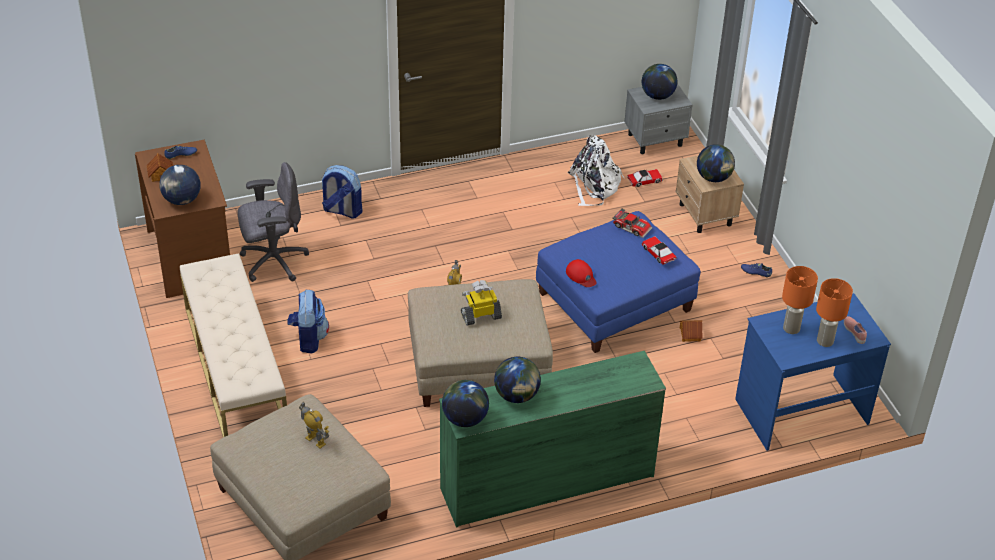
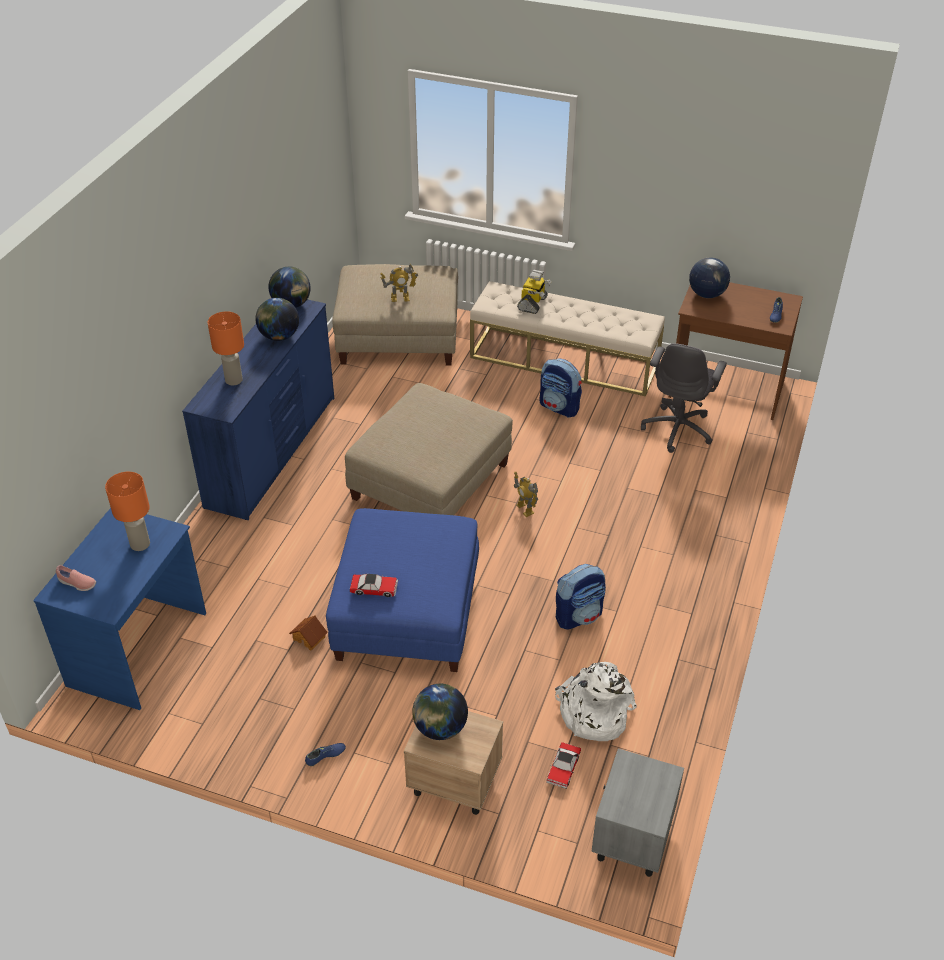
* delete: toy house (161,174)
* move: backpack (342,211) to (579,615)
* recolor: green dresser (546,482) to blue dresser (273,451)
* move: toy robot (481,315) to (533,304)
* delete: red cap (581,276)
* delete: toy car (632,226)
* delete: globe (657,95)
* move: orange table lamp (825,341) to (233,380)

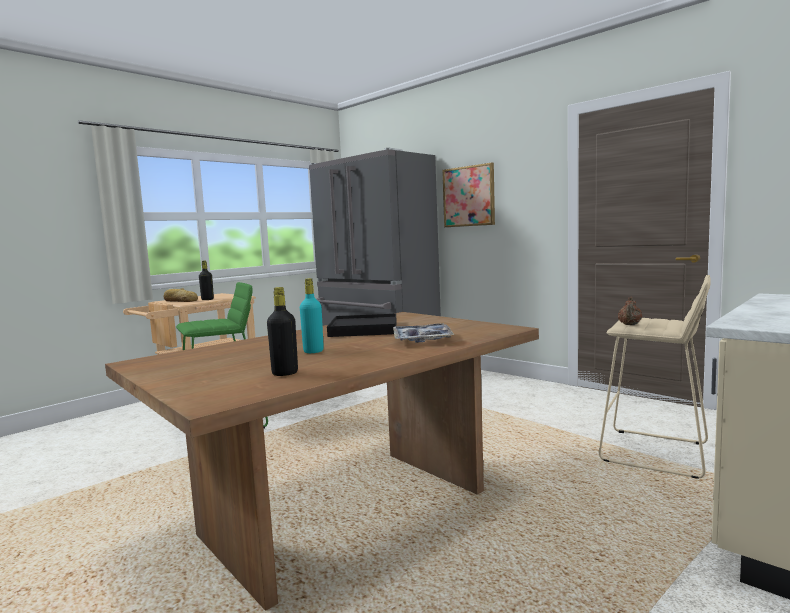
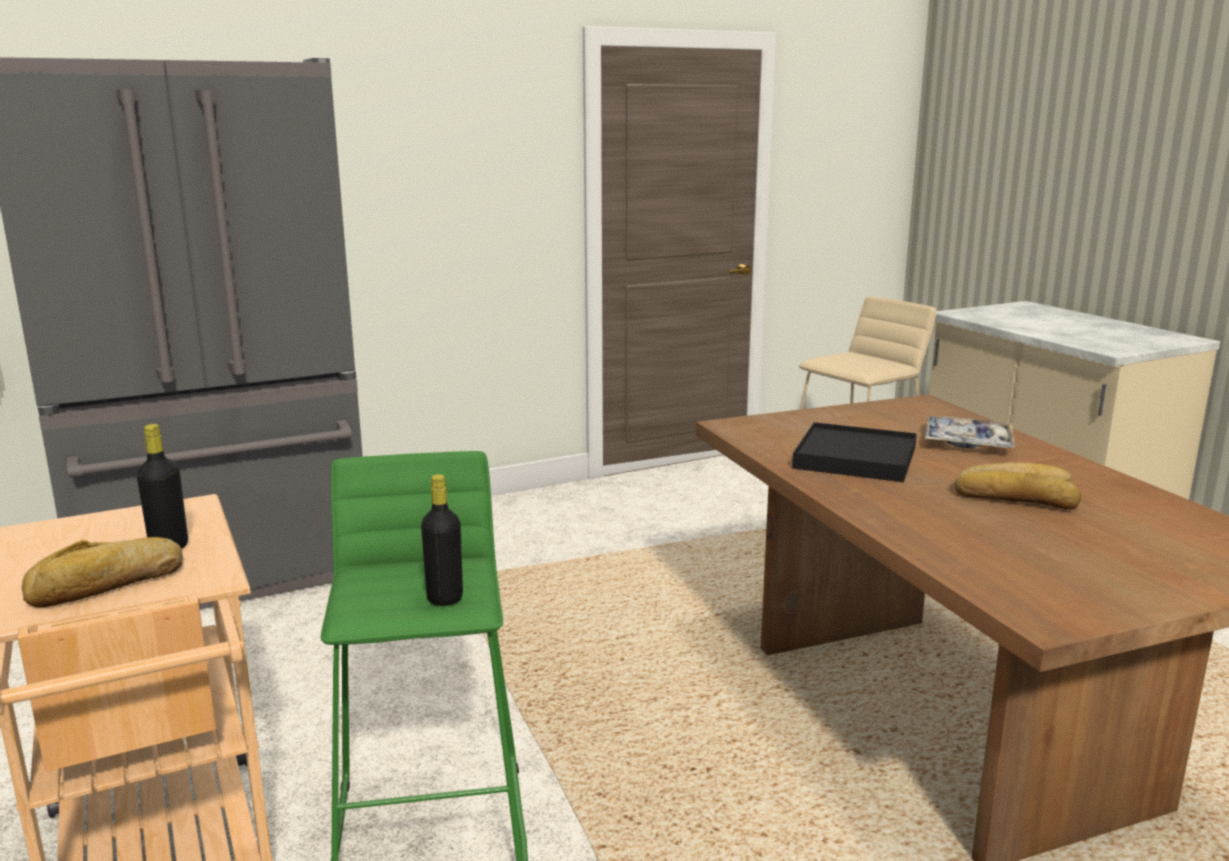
* move: black bottle (285,373) to (445,598)
* replace: turquoise bottle (313,351) to bread (1015,498)
* delete: picture (469,196)
* delete: brown teapot (629,325)

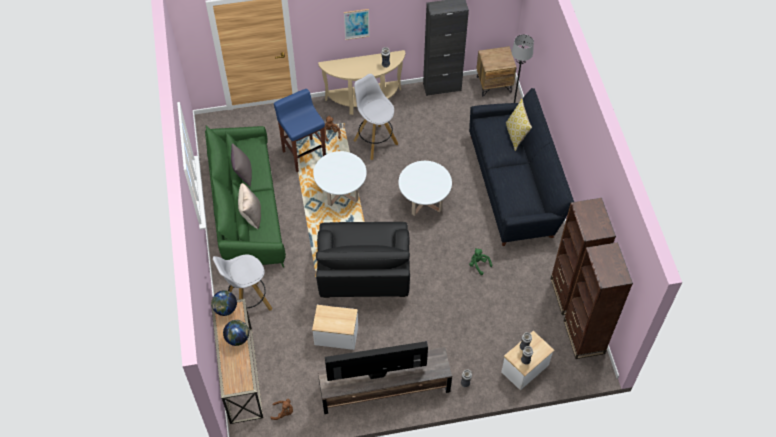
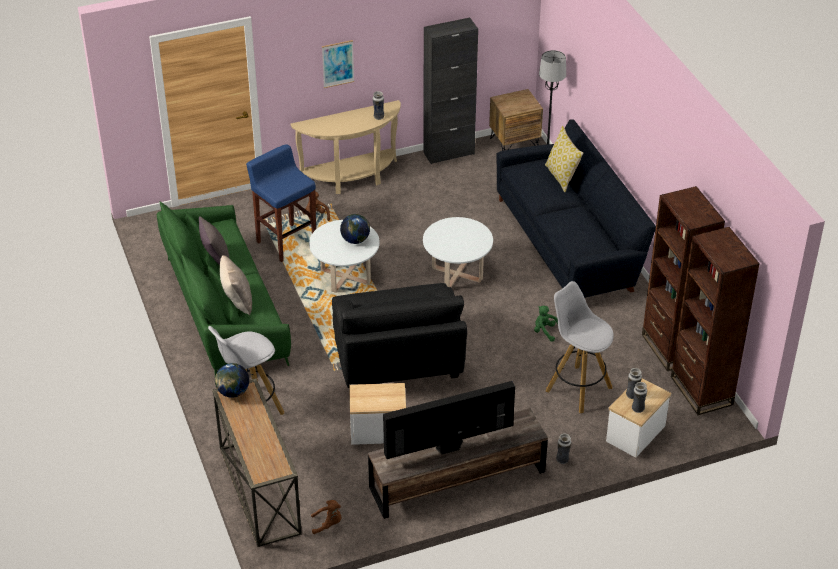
* move: globe (237,338) to (355,240)
* move: white stool (375,141) to (577,388)

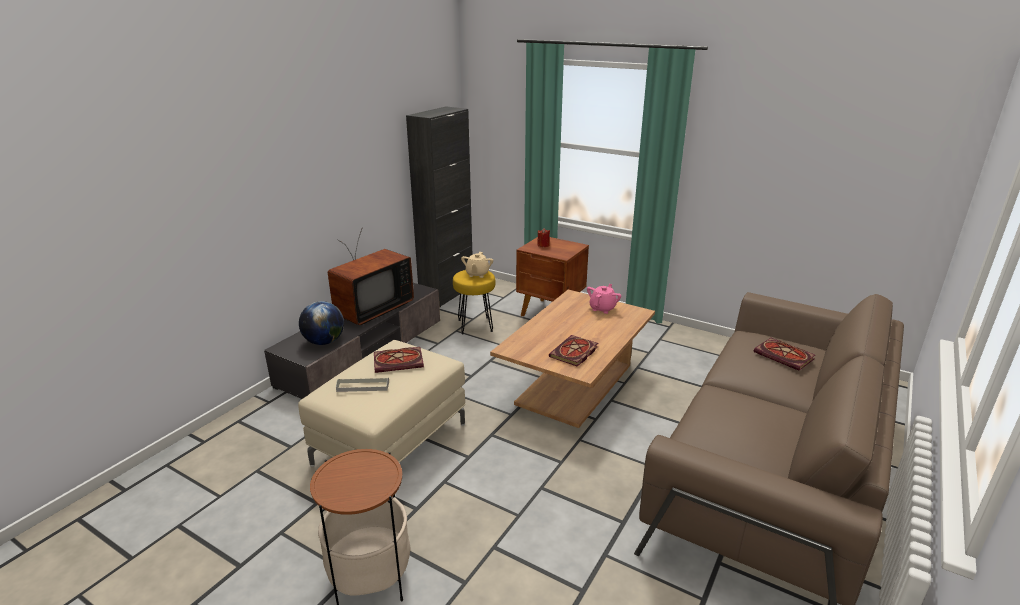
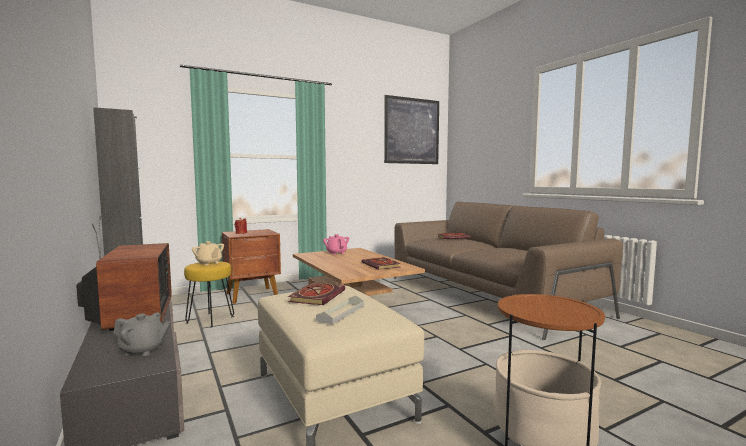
* replace: globe (324,342) to grey teapot (143,350)
* insert: picture (412,131)

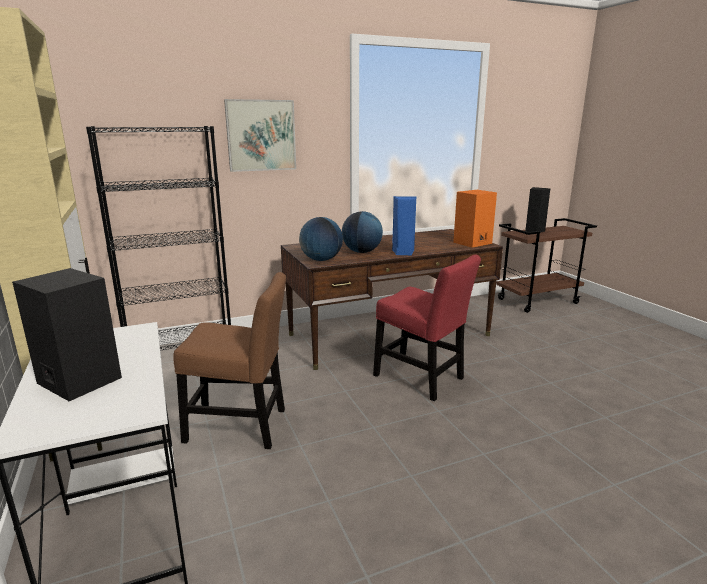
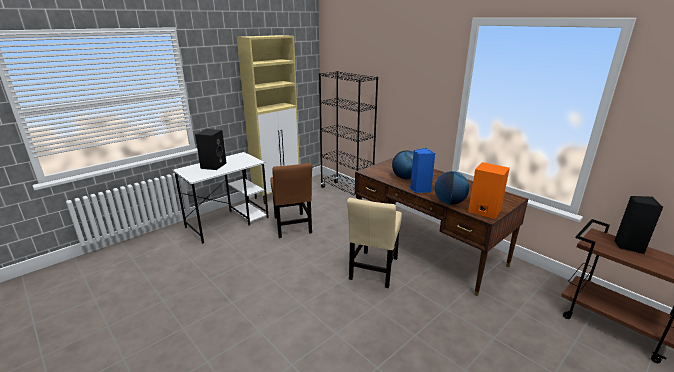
* delete: picture (261,135)
* move: globe (321,260) to (449,202)
* recolor: red chair (421,379) to beige chair (373,270)

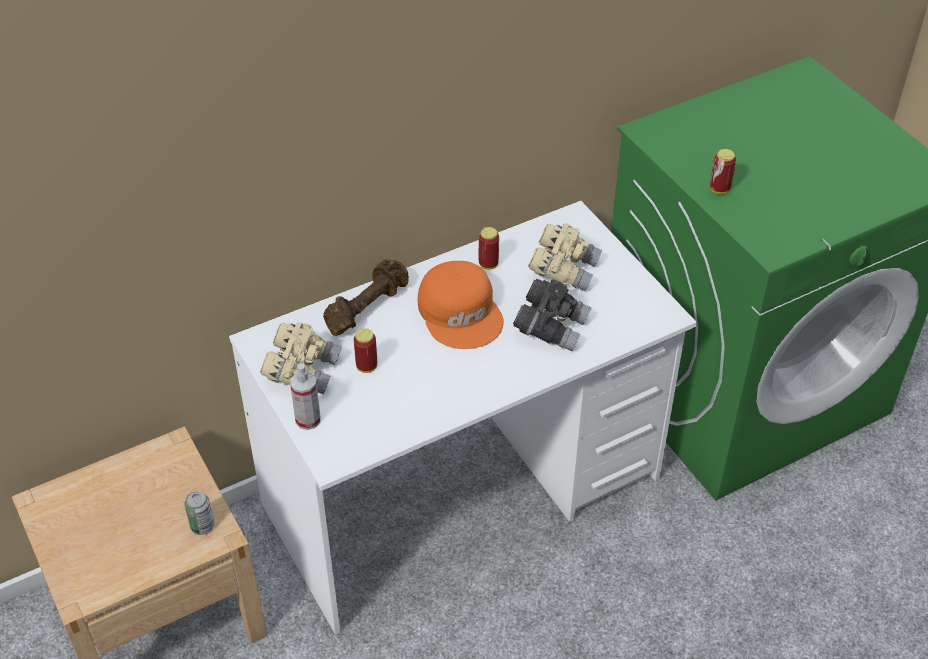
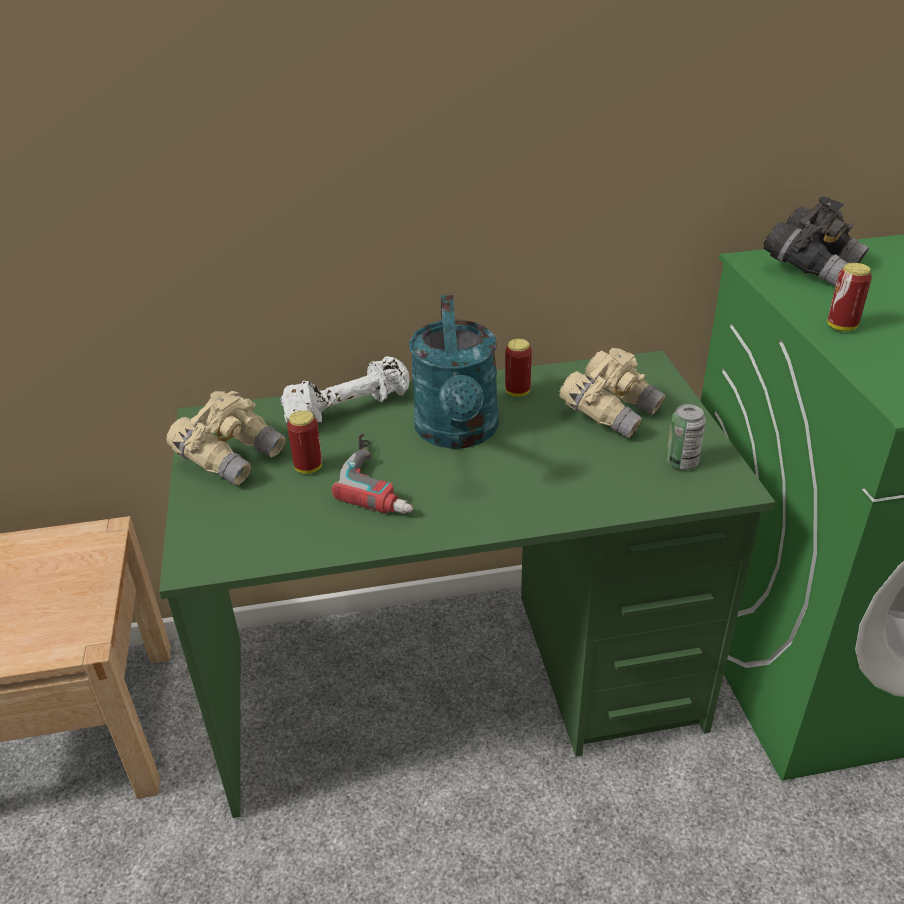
* move: can (202,526) to (681,462)
* recolor: white desk (463,493) to green desk (459,687)
* delete: spray bottle (308,420)
* recolor: brown dumbbell (366,308) to white dumbbell (347,409)
* replace: orange cap (461,312) to turquoise watering can (458,433)
* move: grey binoculars (551,327) to (811,267)
* insert: power drill (384,480)

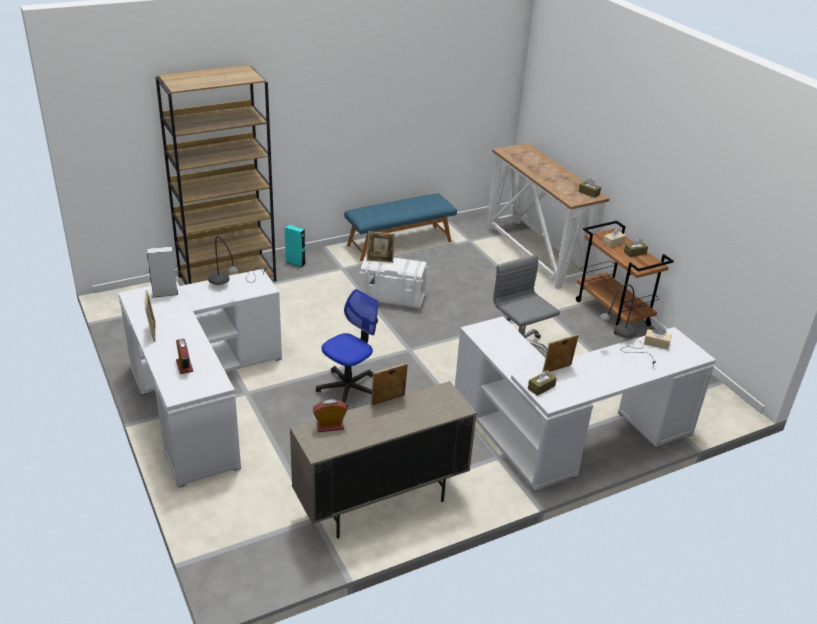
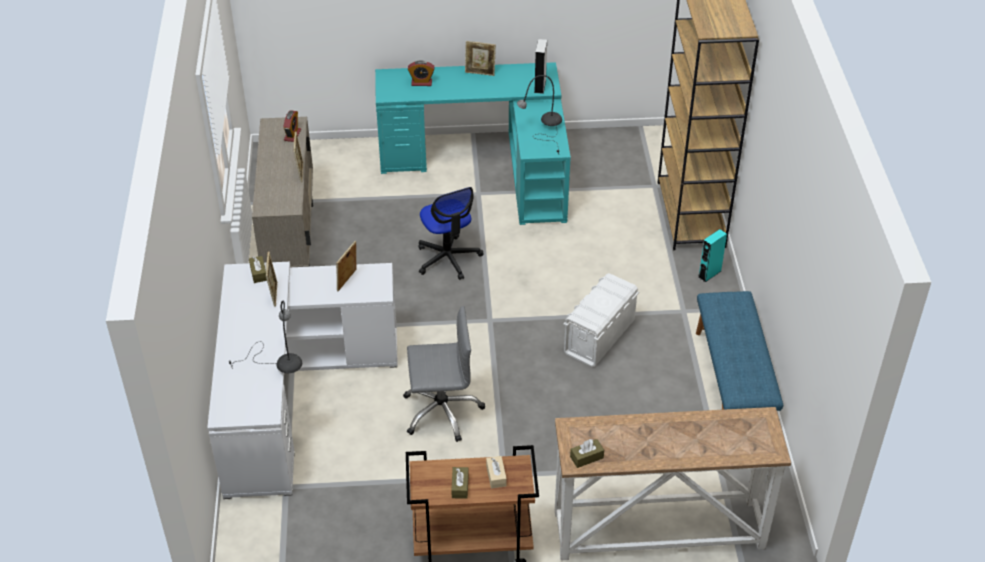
* recolor: white desk (198,396) to turquoise desk (489,165)
* move: picture frame (380,260) to (347,281)
* delete: beige tissue box (656,343)

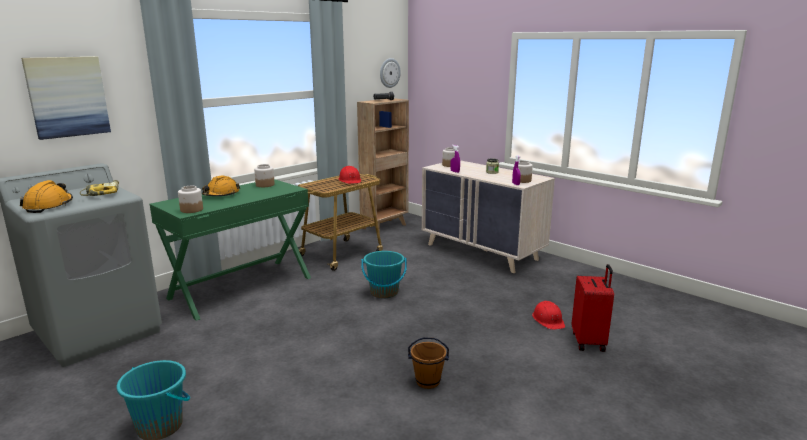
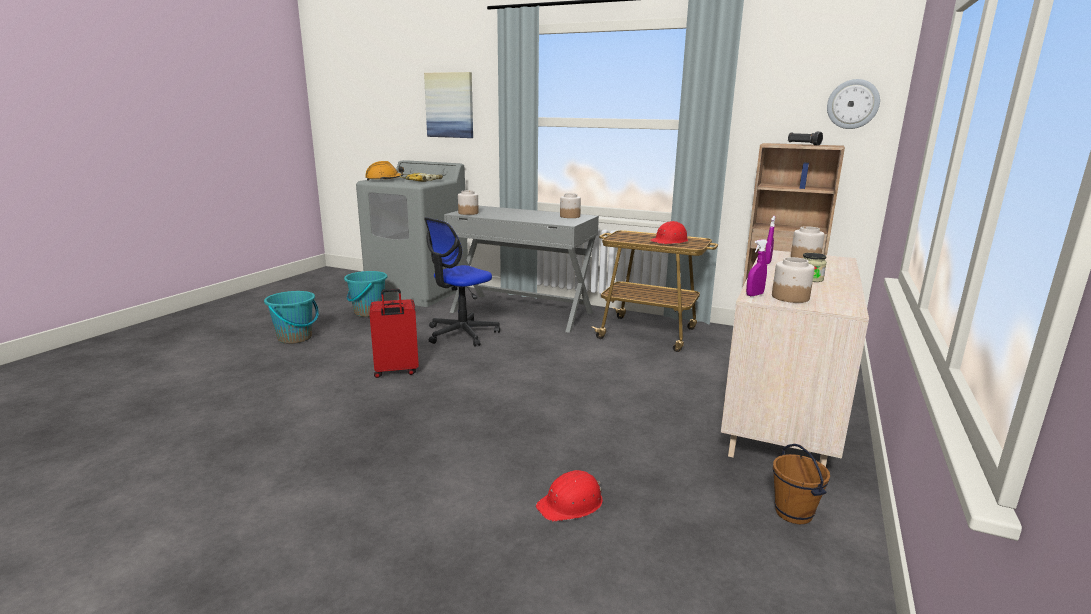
* recolor: green desk (241,287) to grey desk (522,312)
* delete: orange hard hat (221,195)
* move: turquoise bucket (384,292) to (368,312)
* move: brown bucket (428,381) to (794,513)
* move: red suitcase (589,341) to (396,371)
* insert: office chair (461,334)

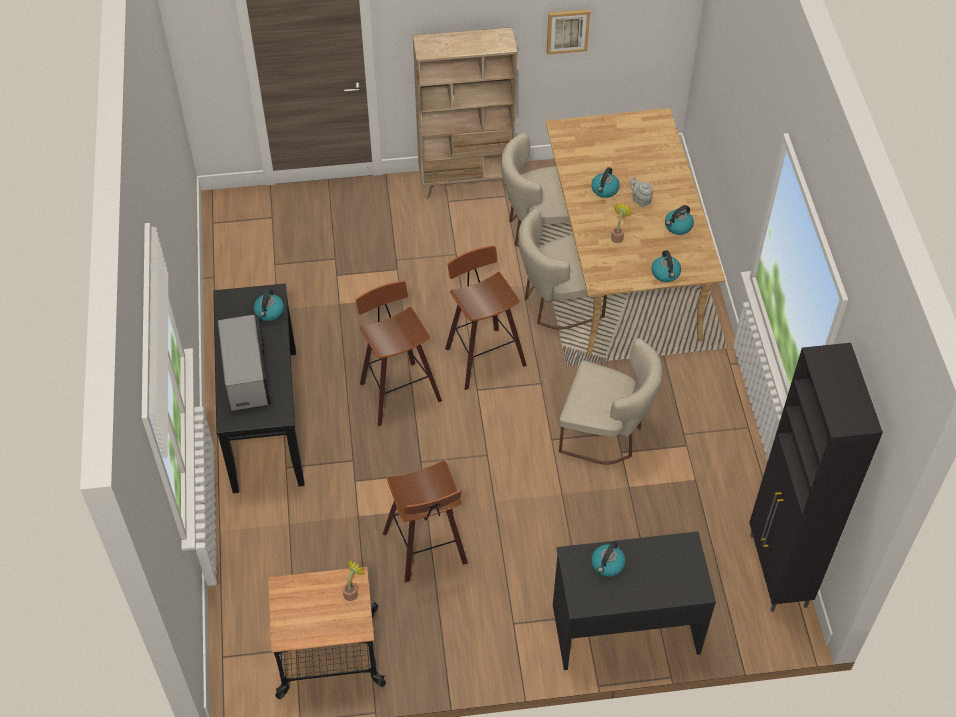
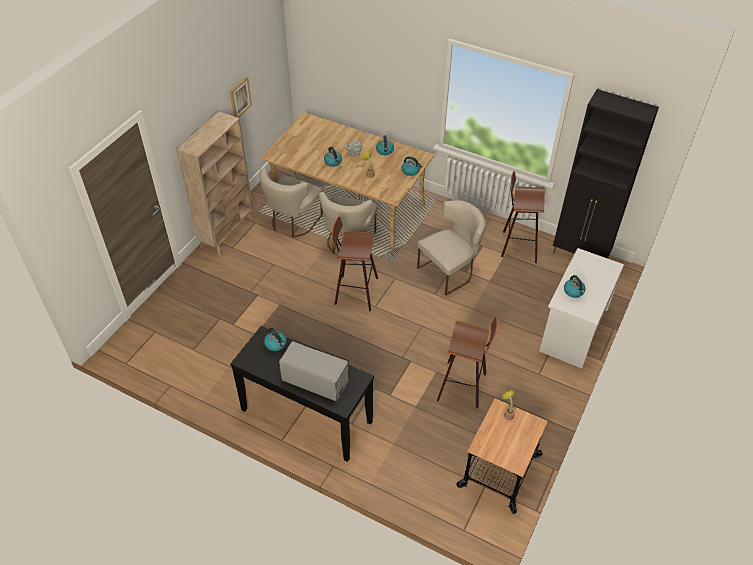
* move: stool (397,391) to (518,245)
* recolor: black desk (625,627) to white desk (573,329)

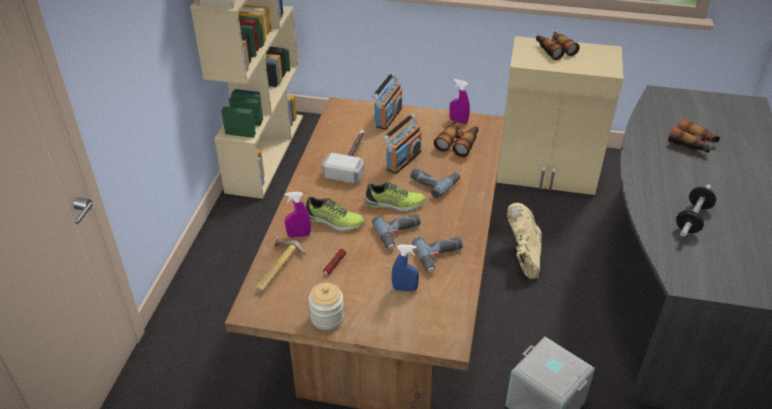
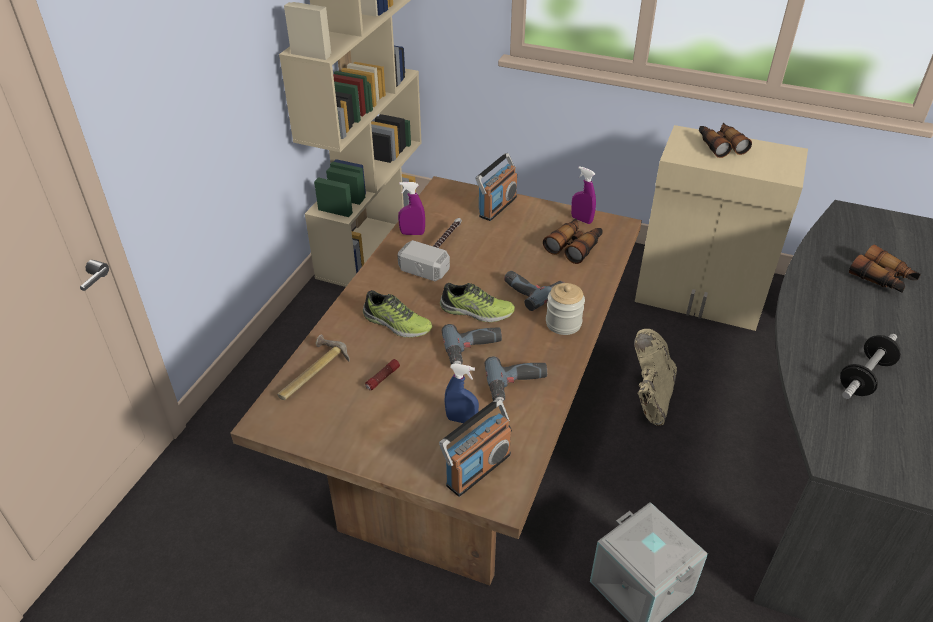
* move: purple spray bottle (299,235) to (412,233)
* move: jar (327,318) to (563,323)
* move: radio (403,160) to (477,469)

